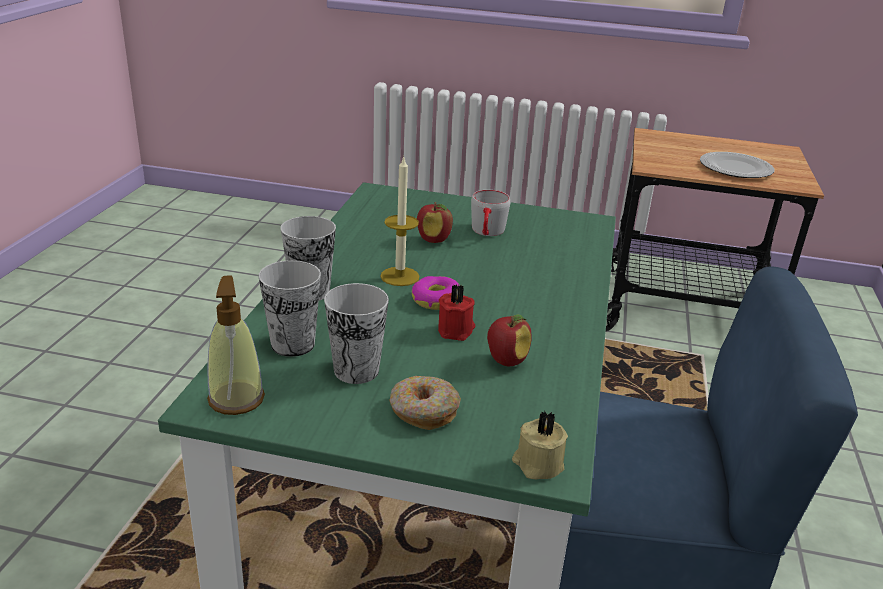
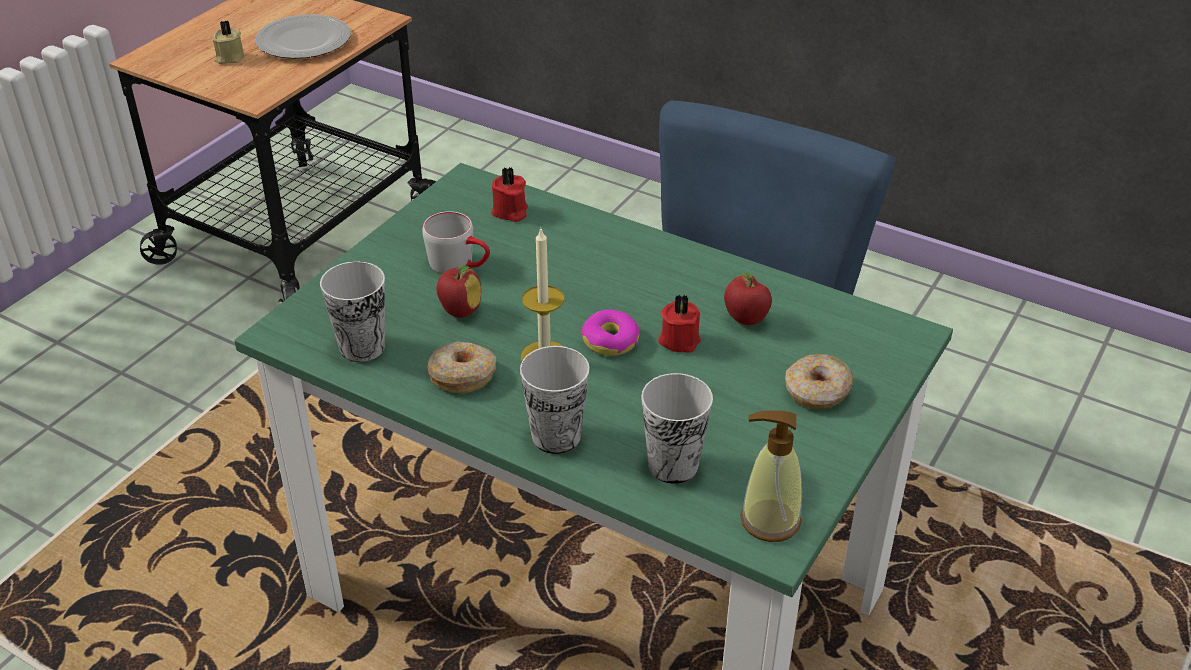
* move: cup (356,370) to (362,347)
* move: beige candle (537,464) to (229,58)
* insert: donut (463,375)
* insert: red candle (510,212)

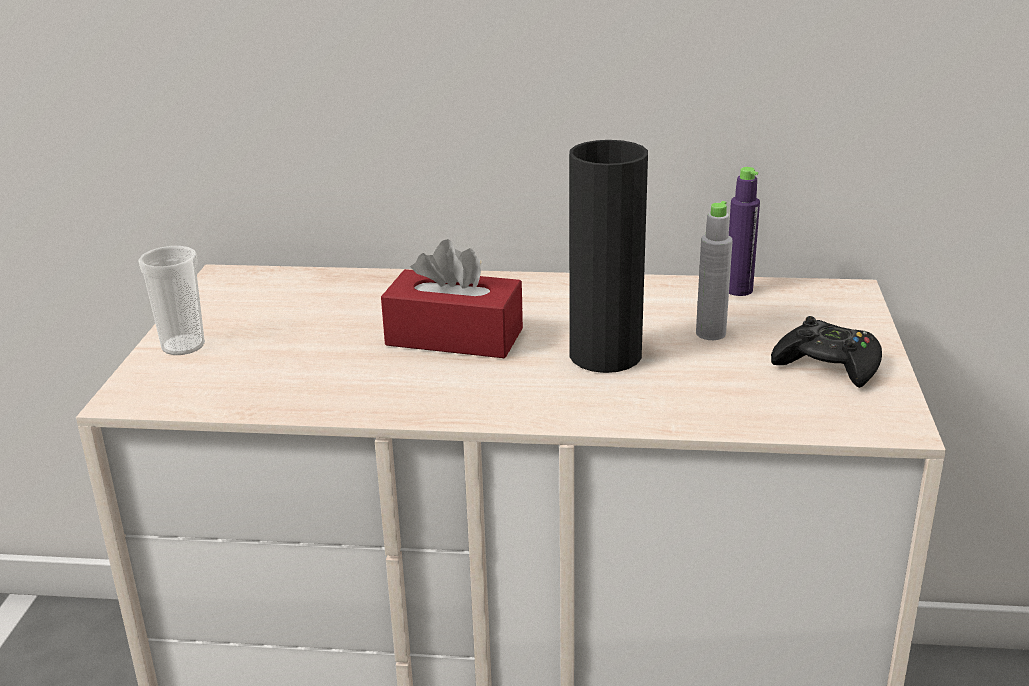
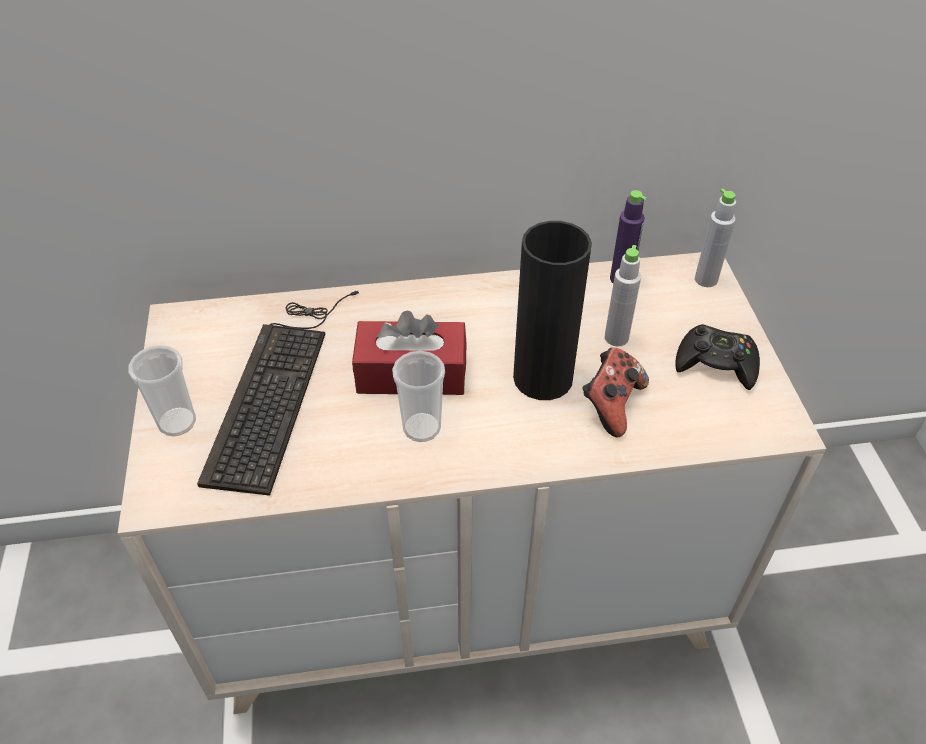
* insert: keyboard (278,385)
* insert: cup (421,428)
* insert: game controller (611,405)
* insert: grey bottle (706,280)

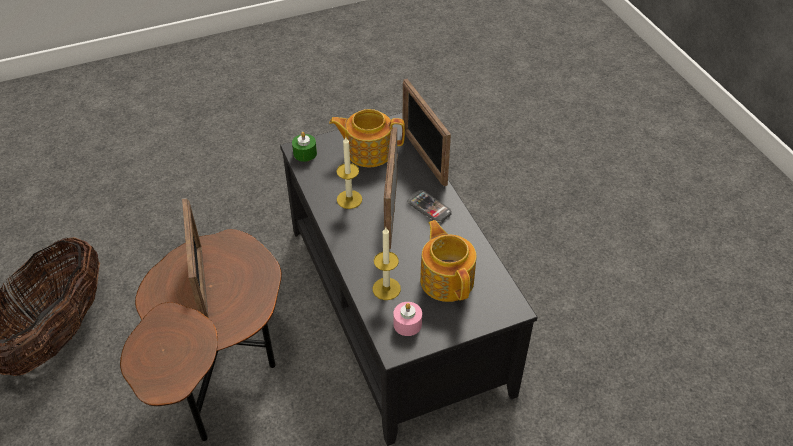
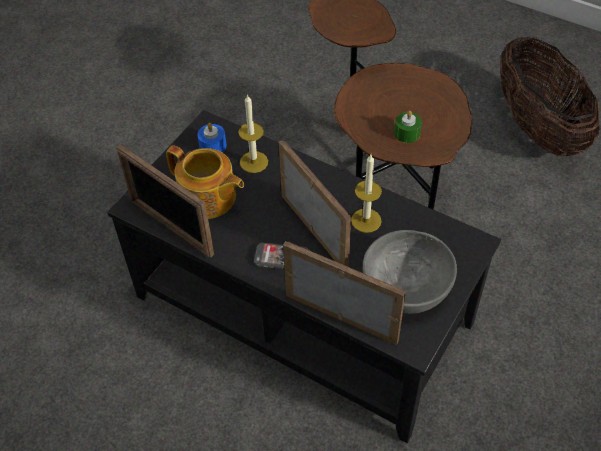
* move: picture frame (201,284) to (171,227)
* move: green candle (305,153) to (407,133)
* replace: teapot (368,151) to grey bowl (406,287)
* recolor: pink candle (407,324) to blue candle (213,146)

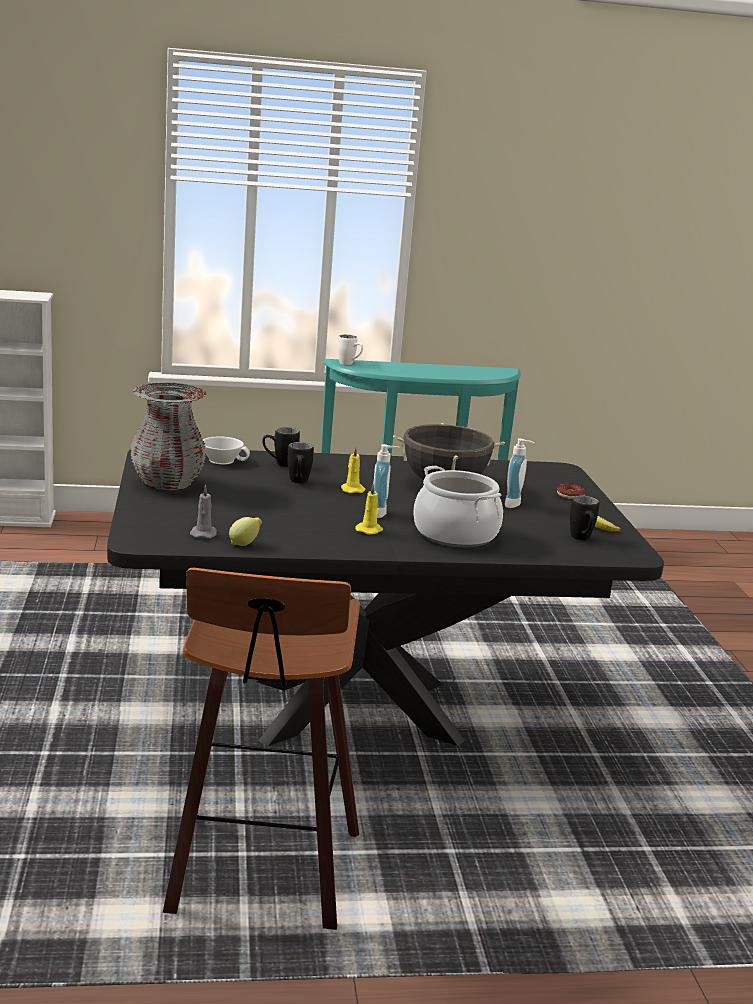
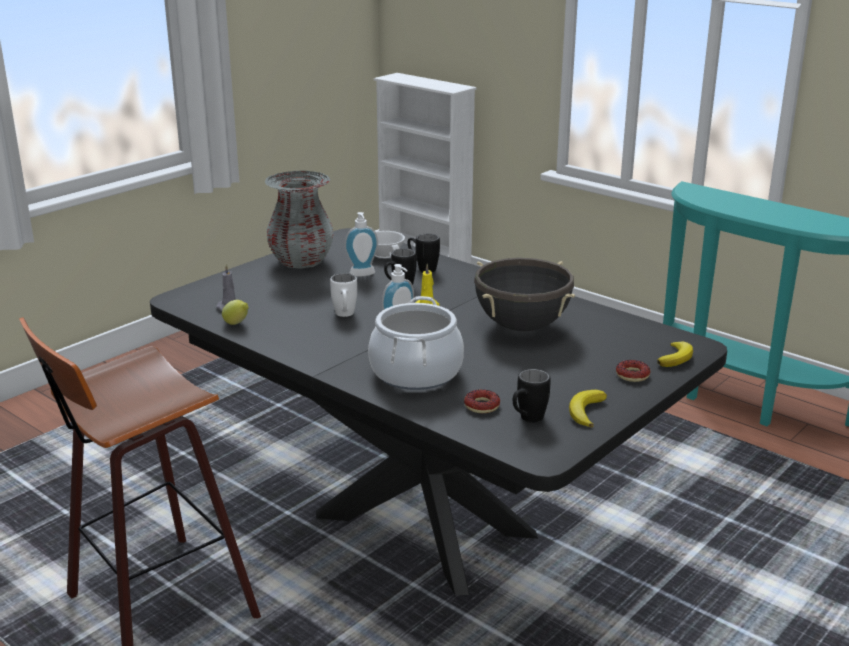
* move: white mug (349,364) to (345,315)
* delete: yellow candle (370,530)
* move: soap dispenser (515,504) to (362,275)
* insert: donut (482,406)
* insert: banana (676,358)

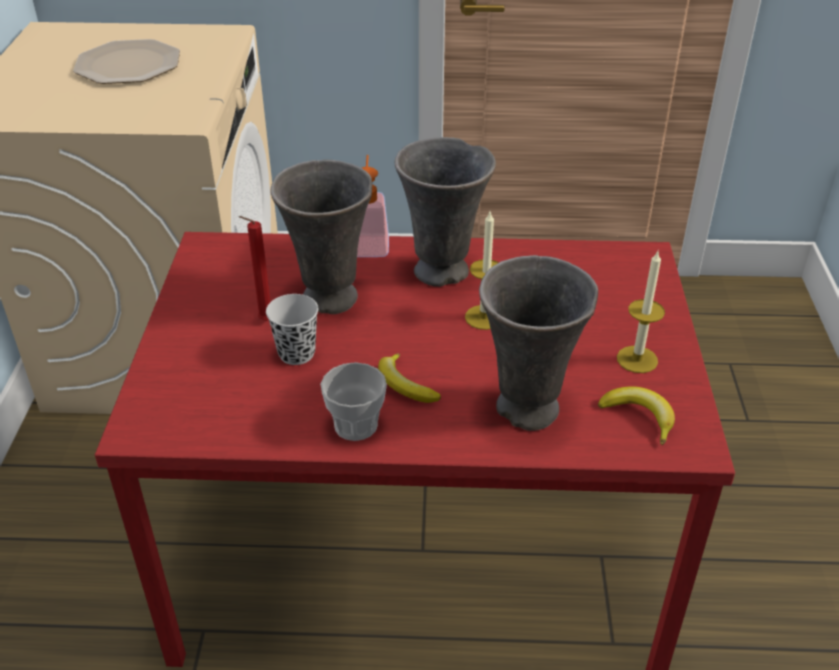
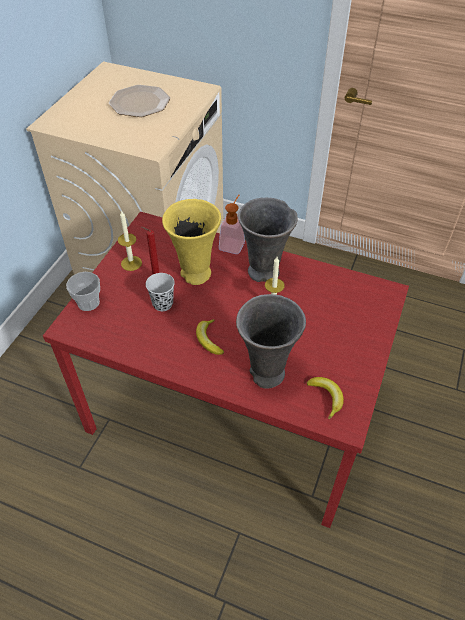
* recolor: grey vase (330,299) to yellow vase (195,274)
* move: cup (356,425) to (88,302)
* move: candle (637,359) to (131,263)

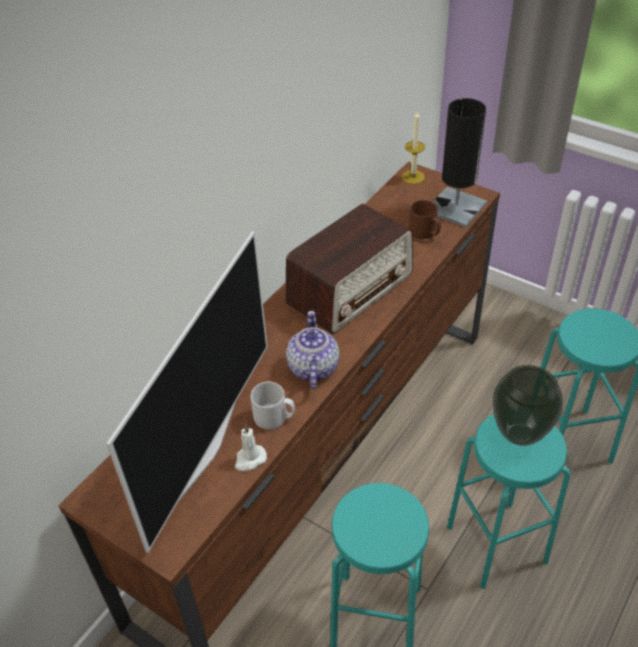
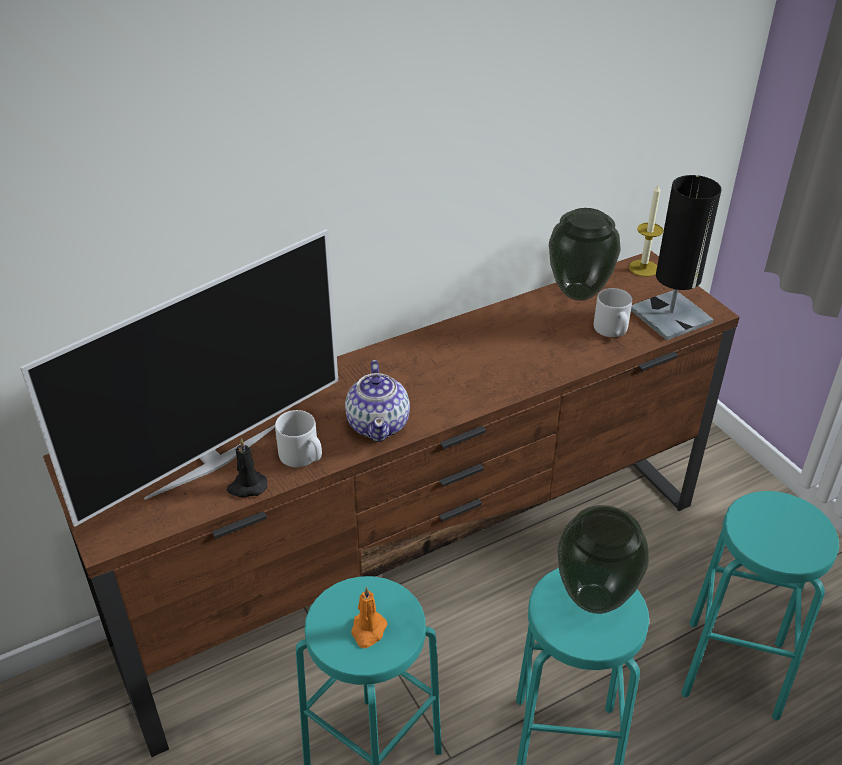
* recolor: white candle (249,459) to black candle (247,487)
* delete: radio (350,288)
* rotate: teapot (312,368) = (379,424) 150 degrees clockwise
* recolor: brown mug (425,233) to grey mug (612,330)
* insert: orange candle (368,631)
* insert: vase (579,292)

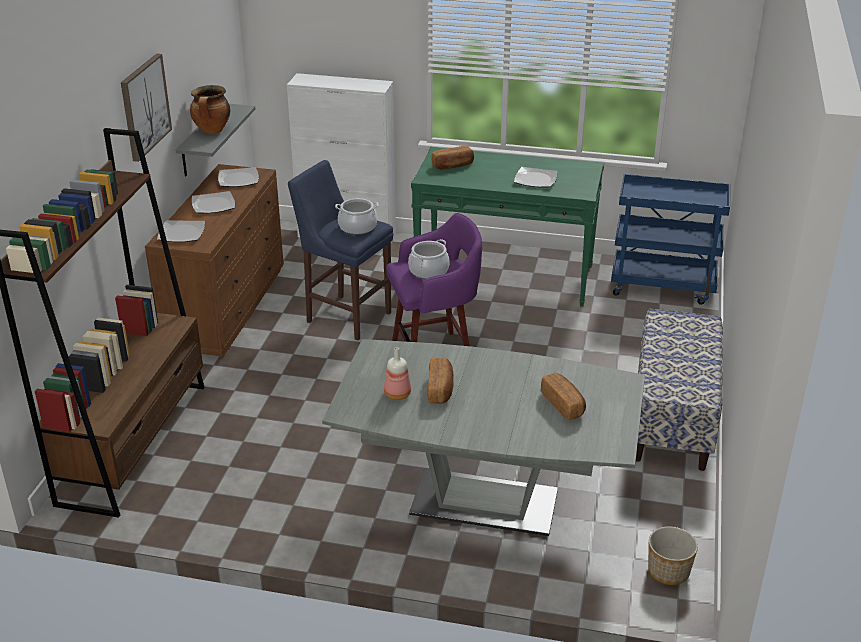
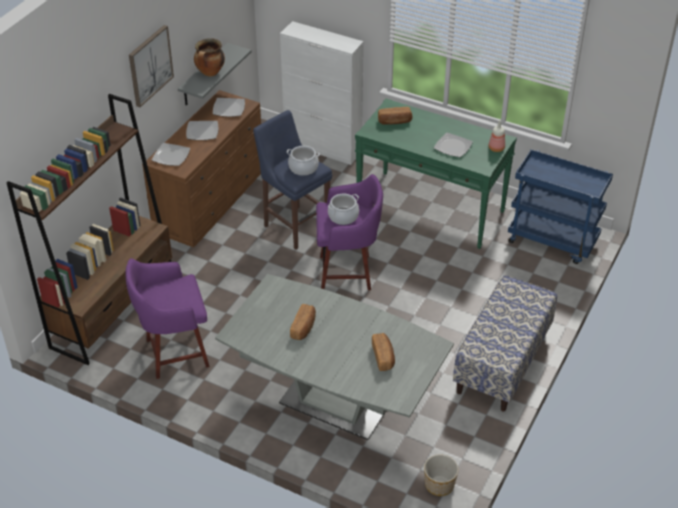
* move: bottle (398,395) to (496,149)
* insert: purple stool (174,353)

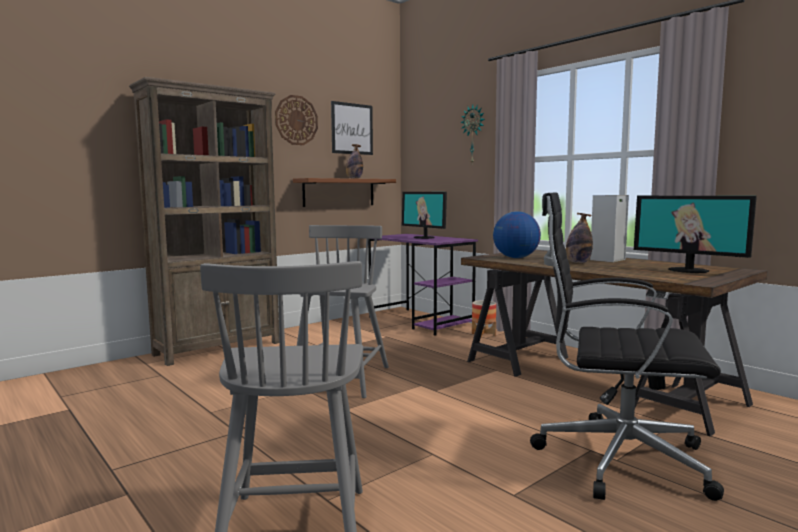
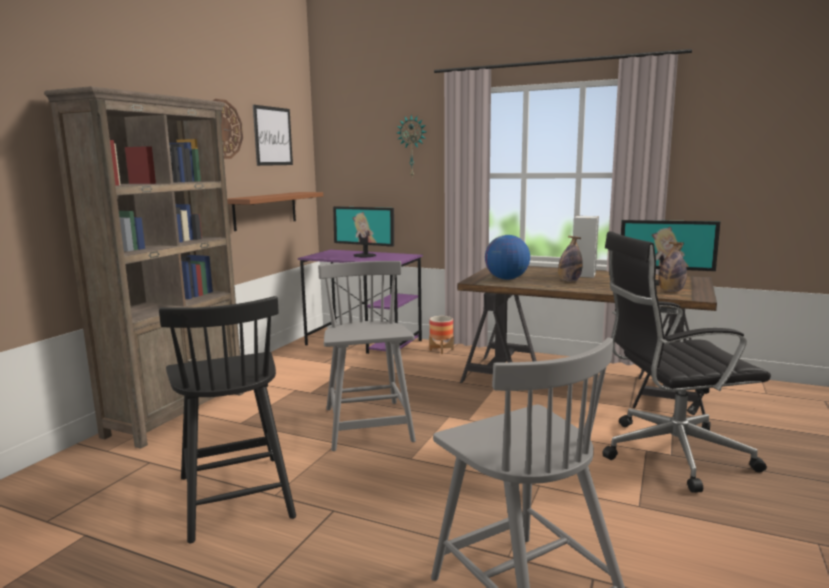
* move: bottle (354,178) to (671,291)
* insert: black chair (235,495)

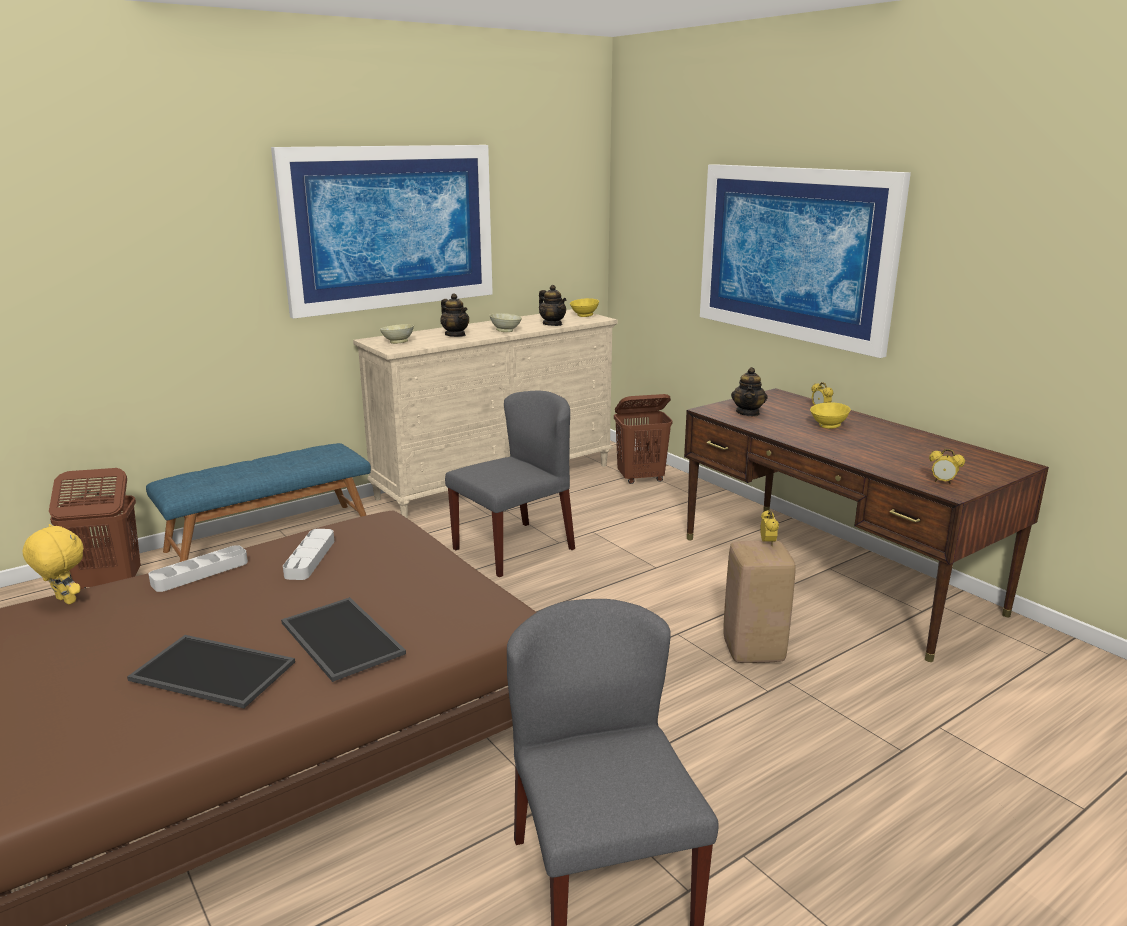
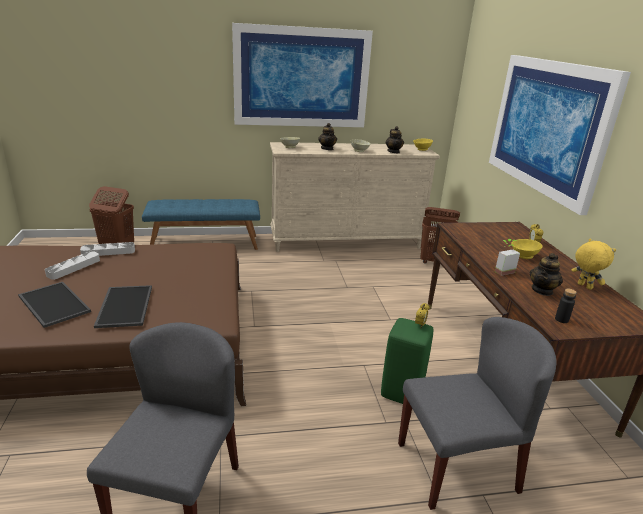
* move: yellow plush toy (64,601) to (584,286)
* move: grey tray (310,558) to (73,267)
* move: grey chair (514,548) to (457,466)
* recolor: beige stool (752,650) to green stool (401,392)
* move: teapot (748,413) to (542,290)
* replace: alarm clock (943,482) to black bottle (561,319)
* insert: potted plant (502,270)

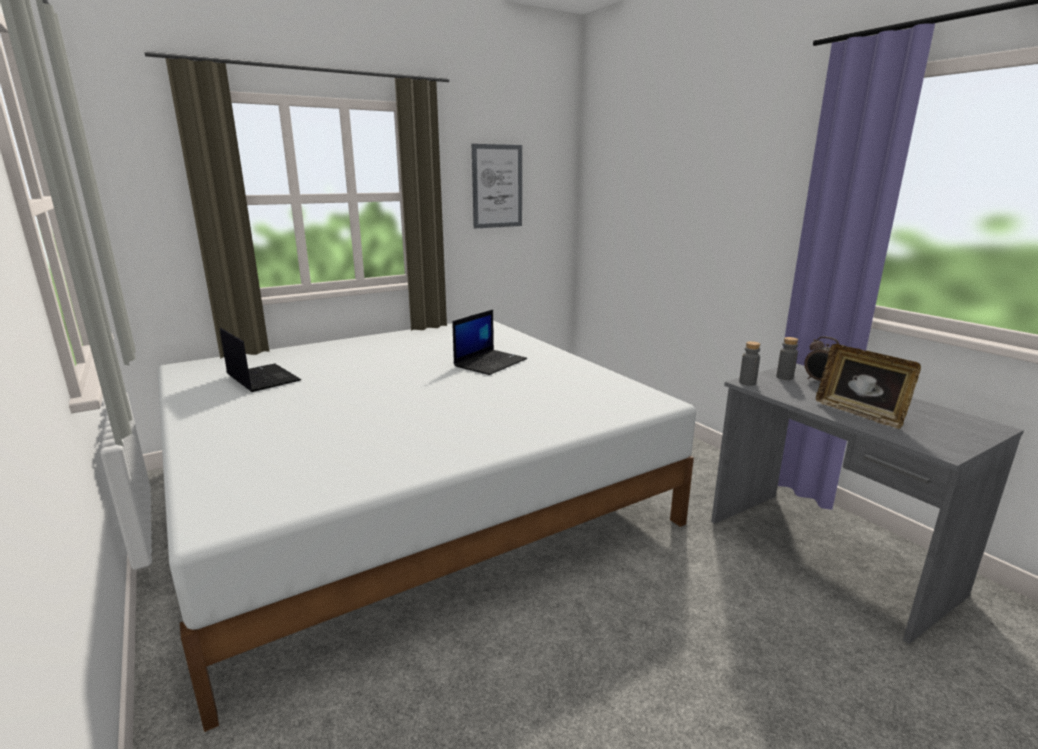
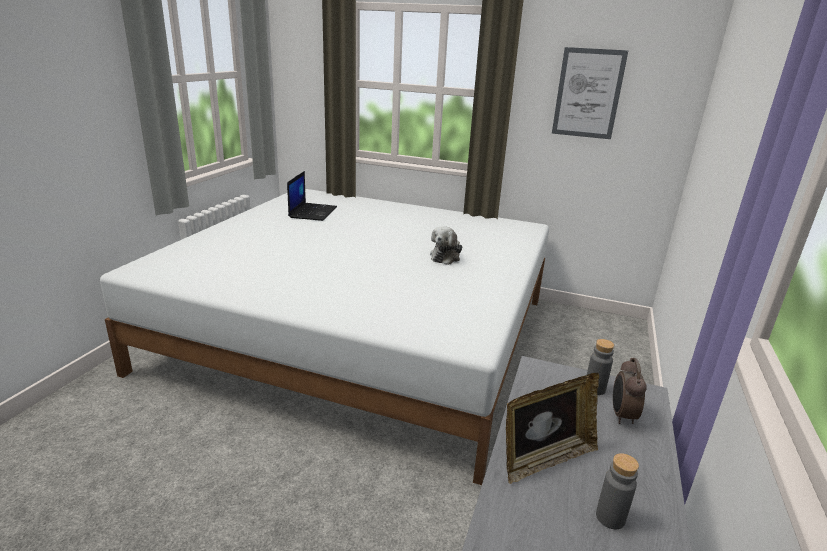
* replace: laptop (490,362) to plush toy (446,256)
* move: grey bottle (747,383) to (610,517)
* rotate: picture frame (859,413) = (545,459) 135 degrees counterclockwise

